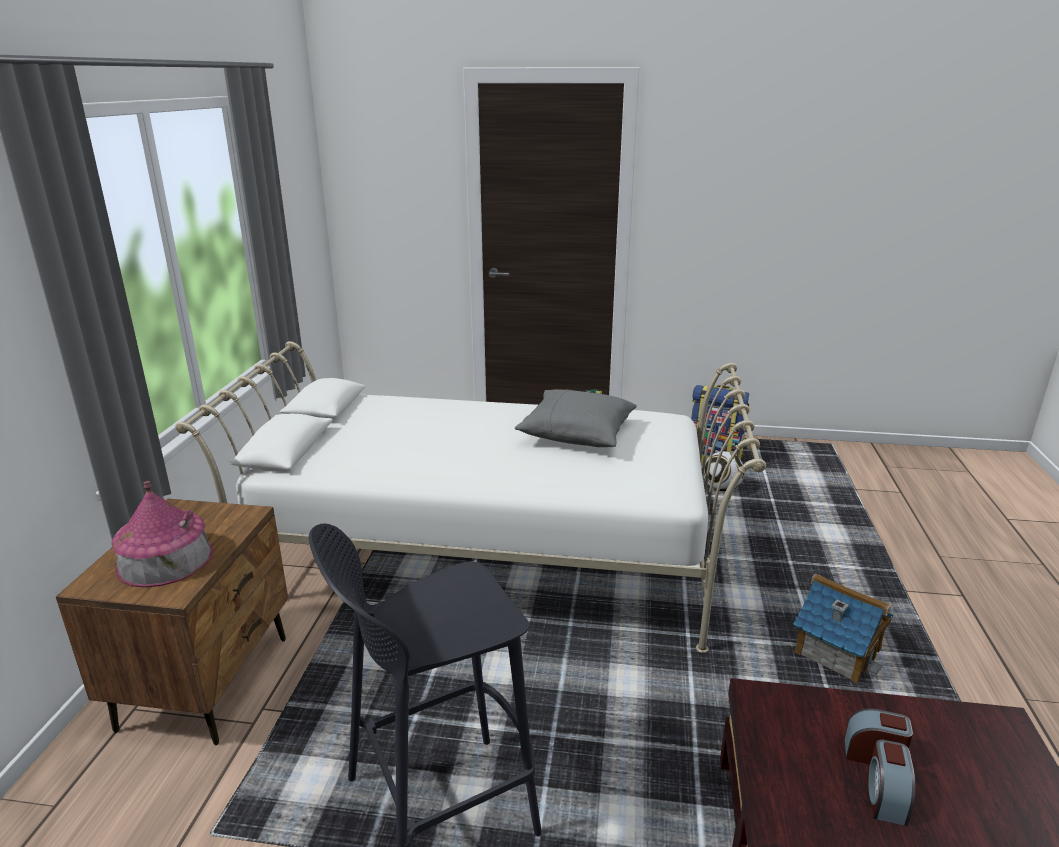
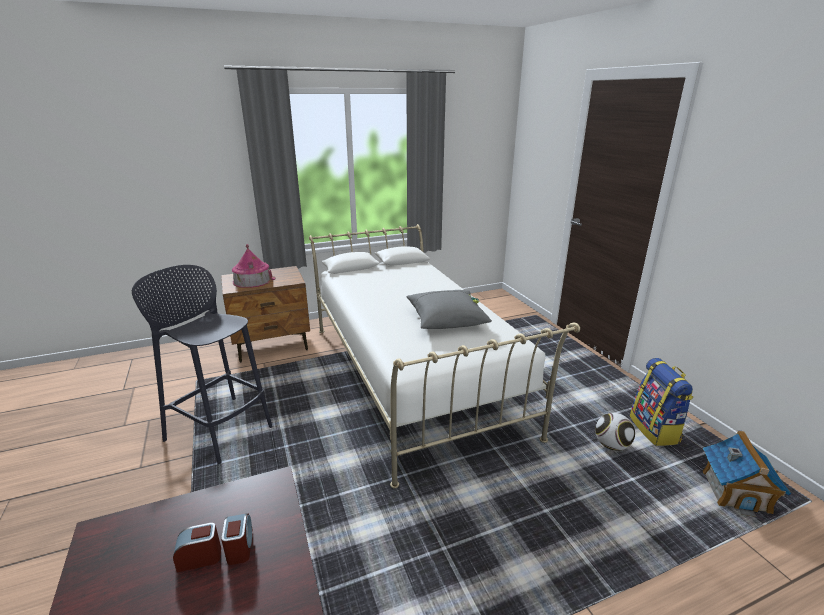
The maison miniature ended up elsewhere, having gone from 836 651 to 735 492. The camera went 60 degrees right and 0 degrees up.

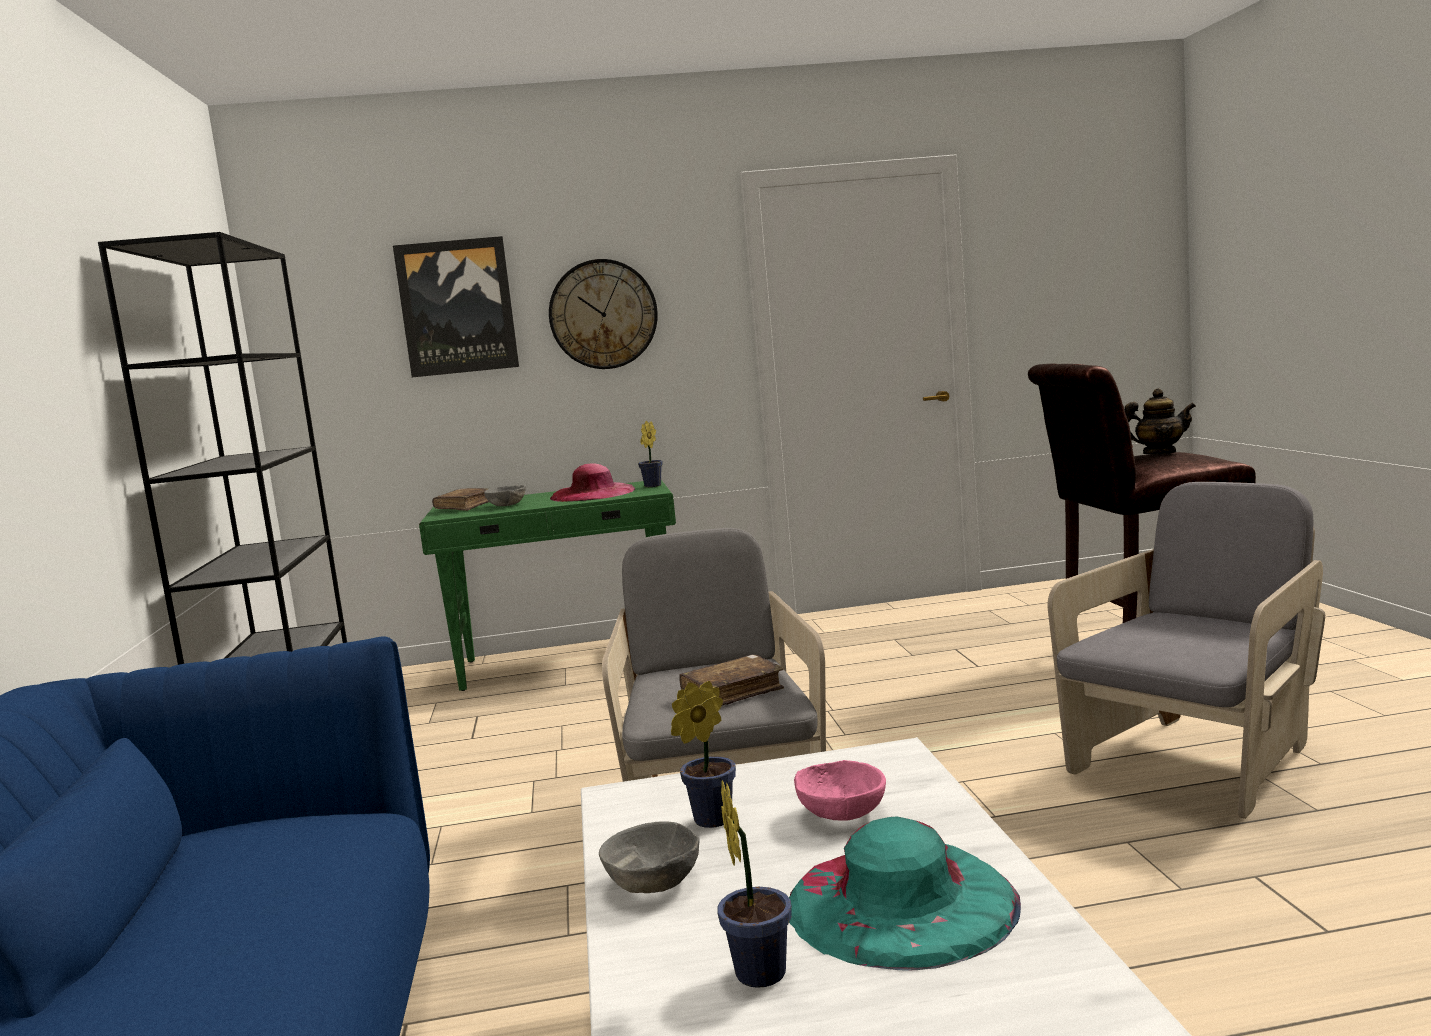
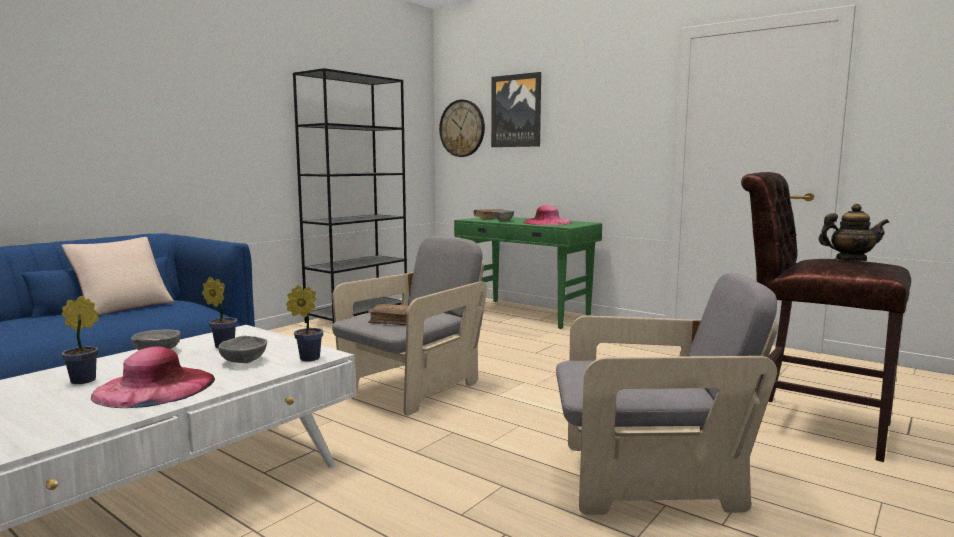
The second view gained the coussin [beige] at 123 306. The horloge murale ended up elsewhere, having gone from 603 314 to 462 128. The plante en pot ended up elsewhere, having gone from 651 486 to 307 358. What was the chapeau [turquoise] at 900 902 turned into the chapeau [rose] at 155 386. What was the bol [rose] at 841 814 turned into the bol [gris] at 244 361. The théière at 1159 453 ended up facing another way, 45 degrees counterclockwise from before. The camera went 45 degrees right and 0 degrees up.

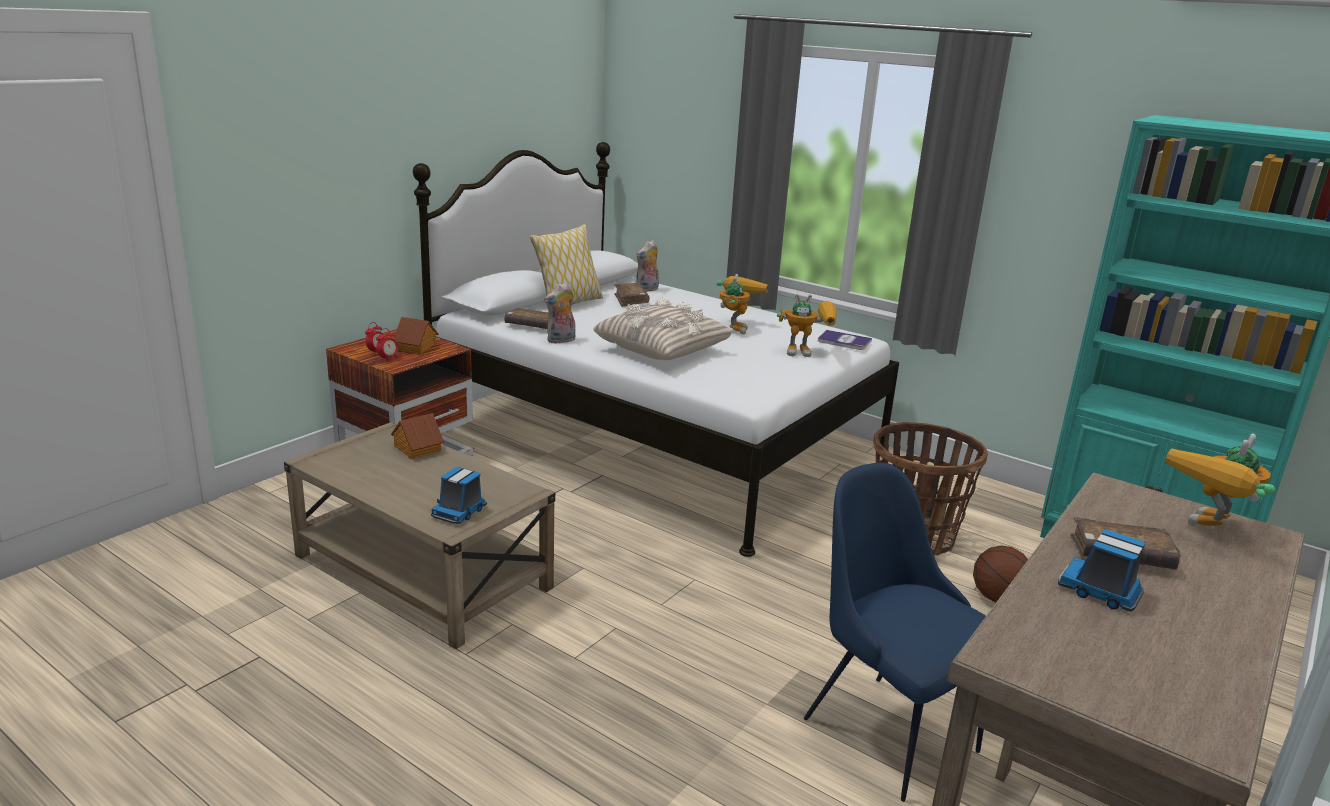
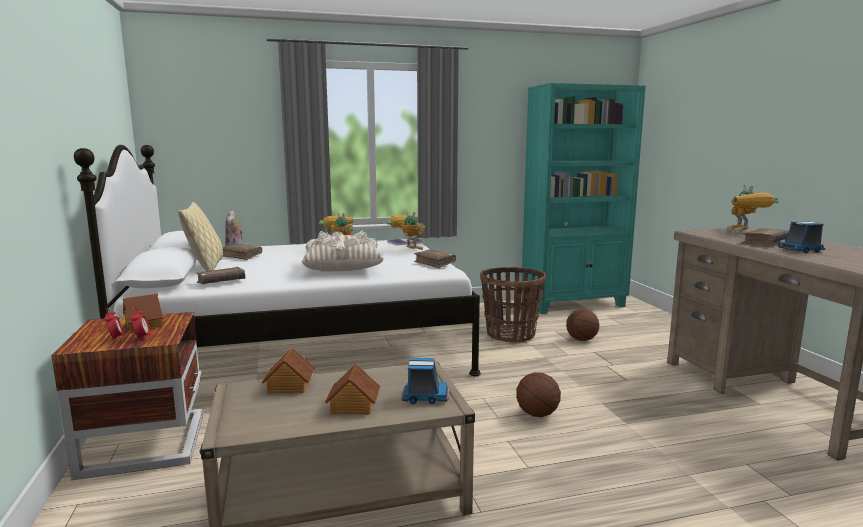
The second view lost the peluche at 561 340. The second view lost the chaise [bleu] at 887 734. The second view gained the maison miniature at 353 406. The second view gained the livre [marron] at 435 263. The second view gained the ballon de basket at 538 414. The camion jouet at 459 512 ended up facing another way, 60 degrees counterclockwise from before. The robot jouet at 807 352 ended up facing another way, 90 degrees counterclockwise from before. The camera went 50 degrees left and 10 degrees down.

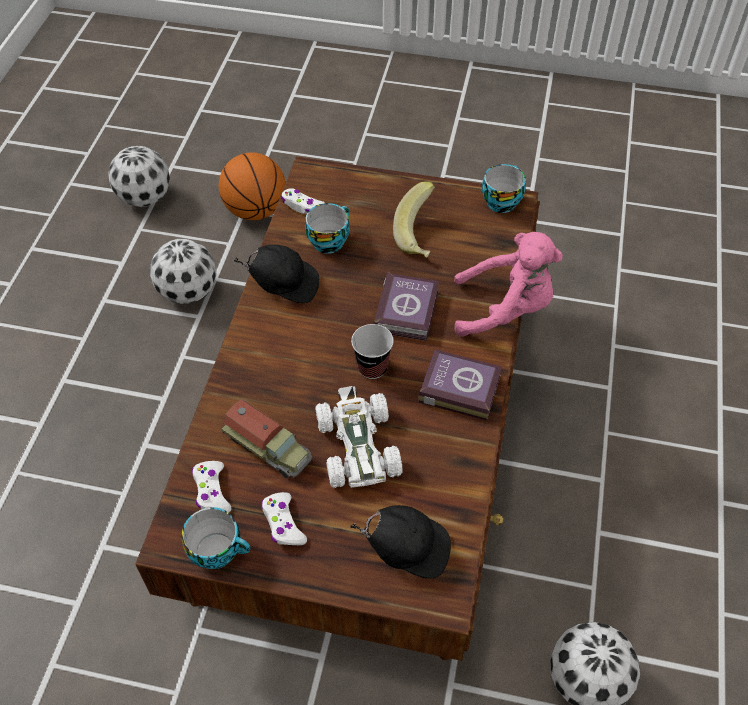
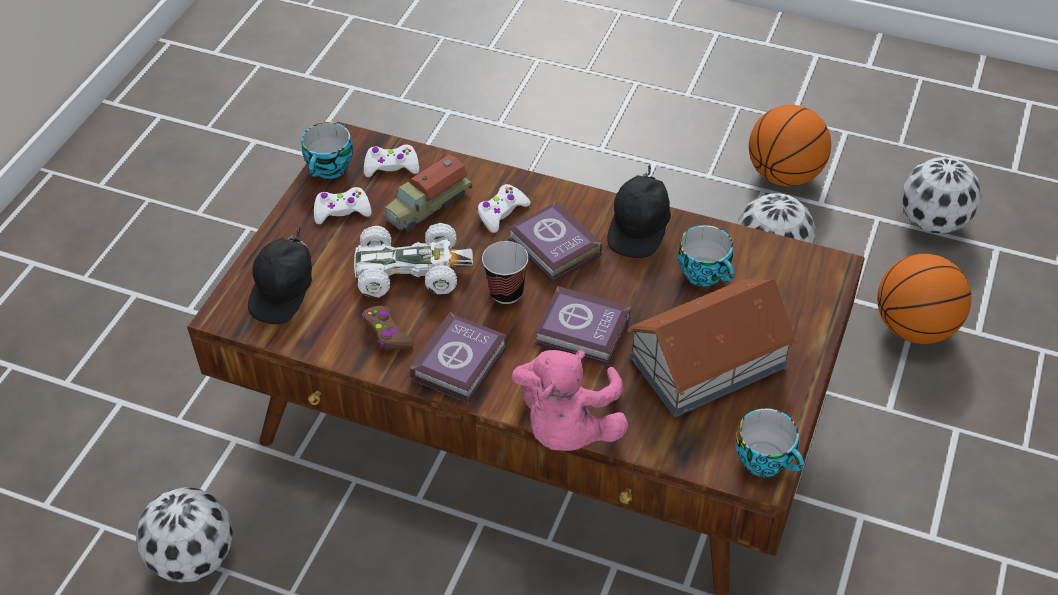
The second view gained the manette [marron] at 387 334. The second view gained the livre at 554 249. The second view gained the ballon de basket at 784 175. The manette [blanc] ended up elsewhere, having gone from 303 206 to 501 213. Where the banane stood at 420 235, the maison miniature came to stand at 706 362. The camera went 100 degrees right and 5 degrees down.

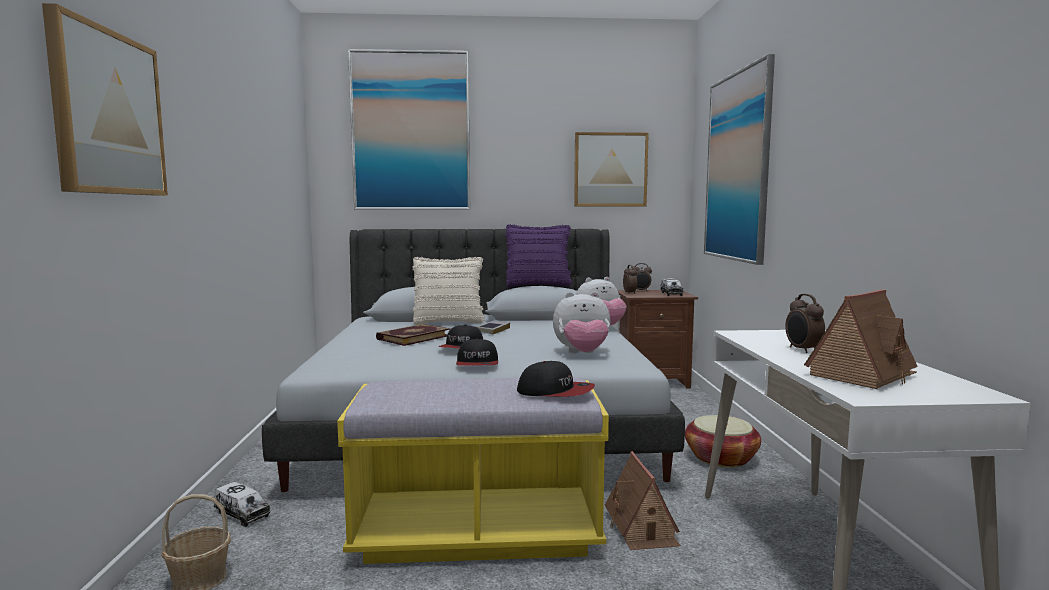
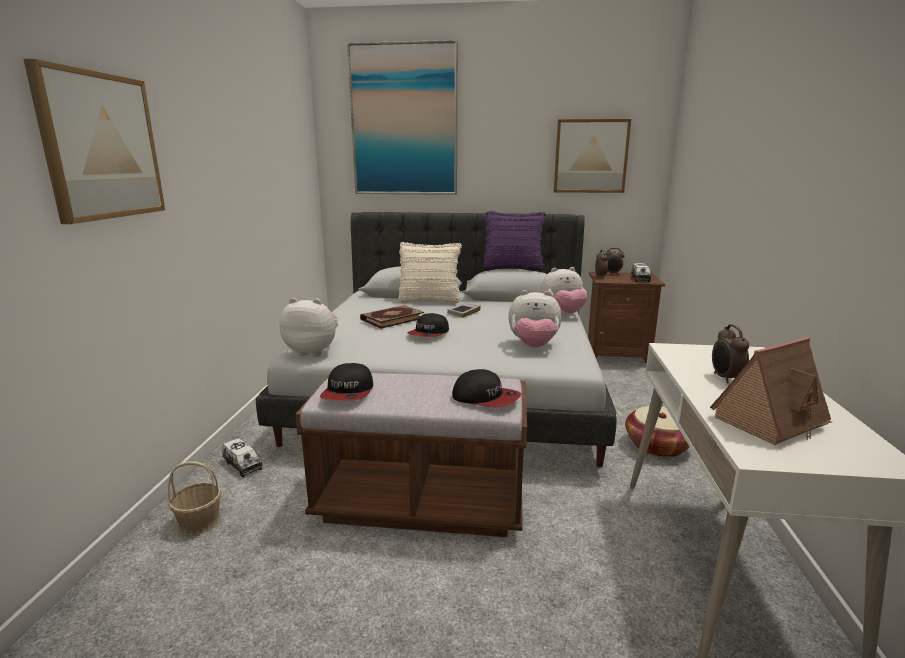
The second view lost the maison miniature at 641 527. The second view lost the tableau at 737 167. The second view gained the peluche at 313 351. The casquette ended up elsewhere, having gone from 477 364 to 348 392. What was the banc [jaune] at 477 533 turned into the banc [marron] at 420 503. The camera went 10 degrees right and 10 degrees up.

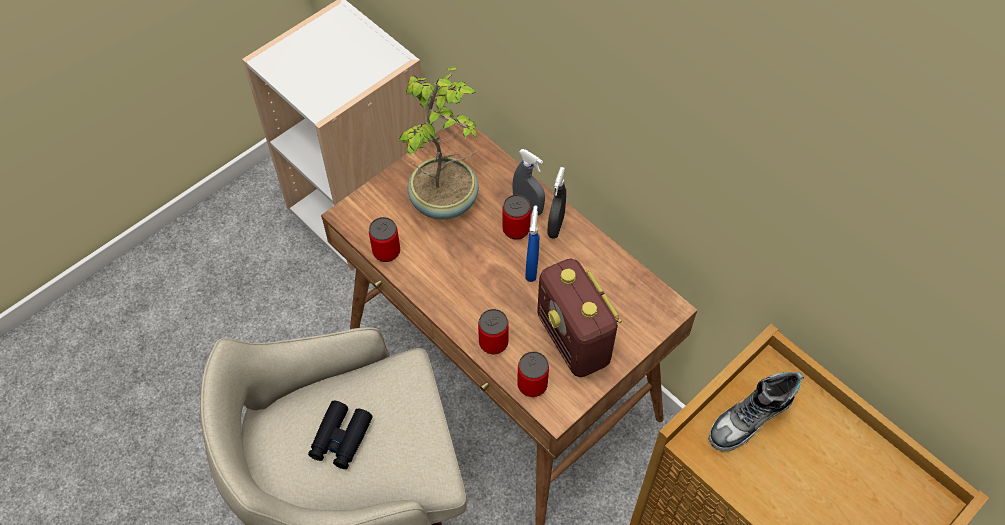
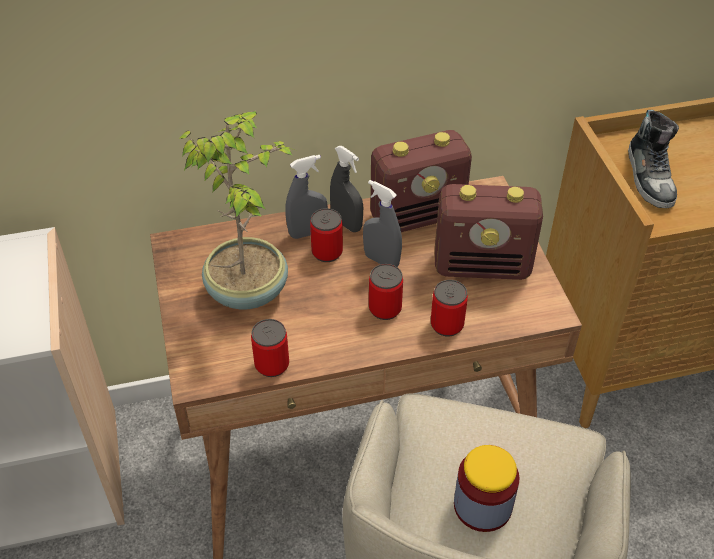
The second view gained the radio at 418 216. The boîte métallique ended up elsewhere, having gone from 532 385 to 385 309. Where the jumelles [noir] stood at 341 438, the bocal came to stand at 482 506. What was the vaporisateur [bleu] at 531 268 turned into the vaporisateur [gris] at 381 260. The camera went 60 degrees left and 10 degrees down.

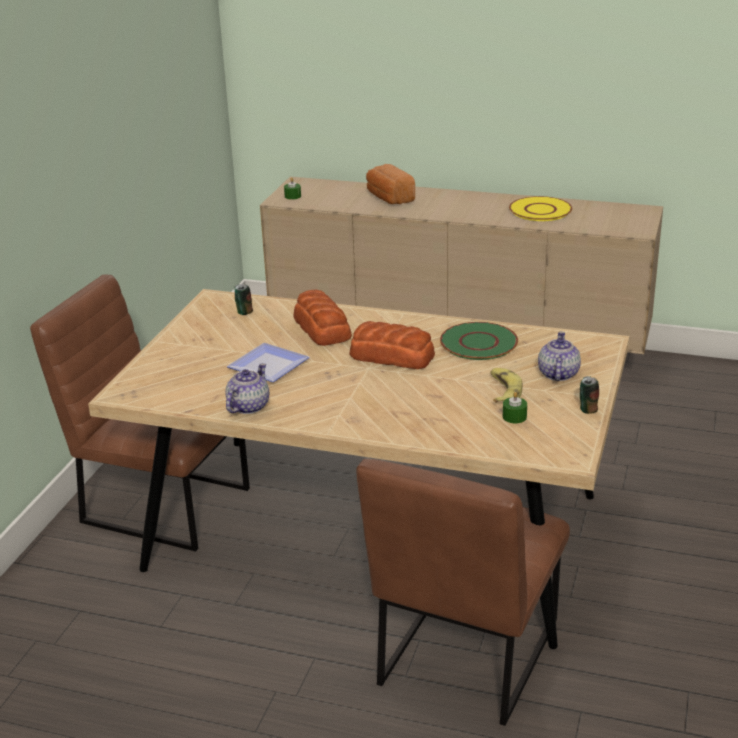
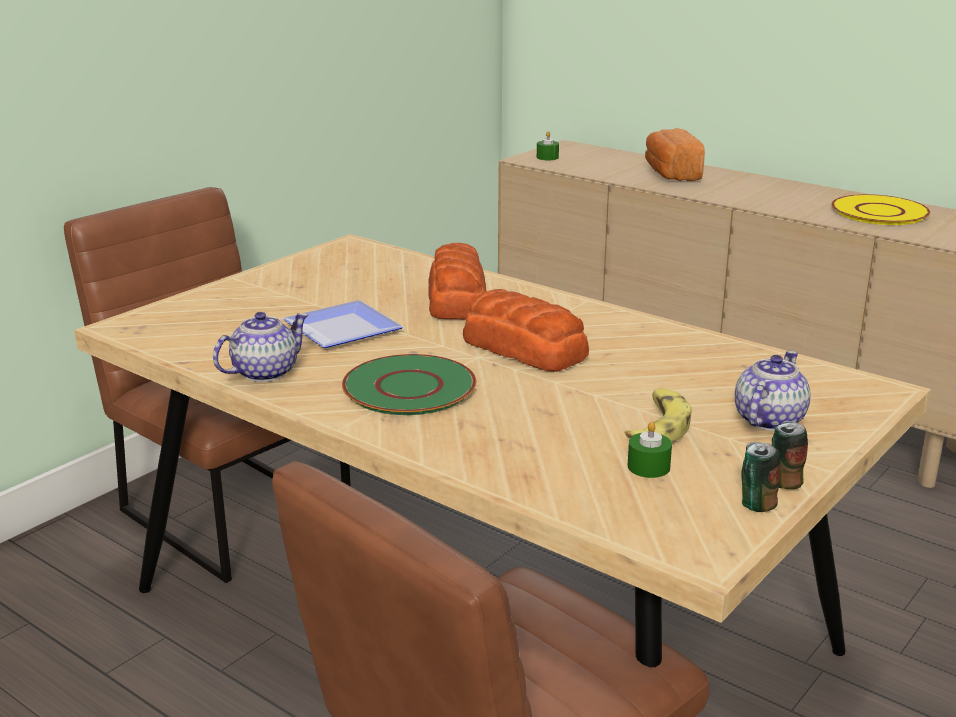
The boîte métallique ended up elsewhere, having gone from 244 312 to 756 504. The assiette [vert] ended up elsewhere, having gone from 478 342 to 408 387. The camera went 20 degrees right and 5 degrees down.

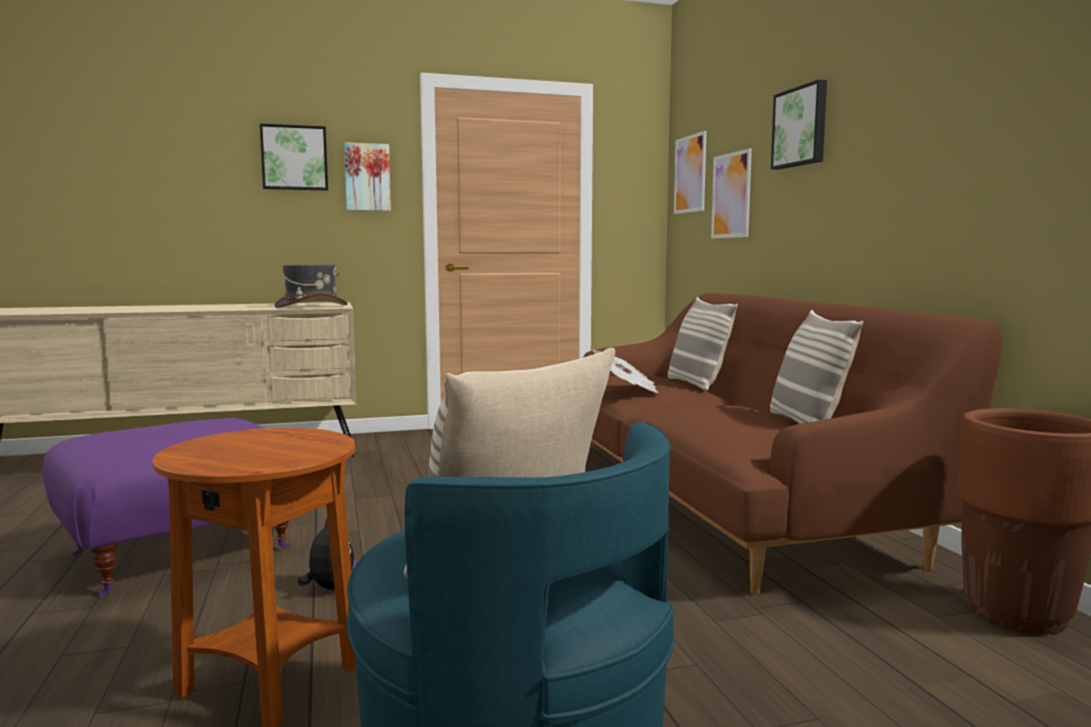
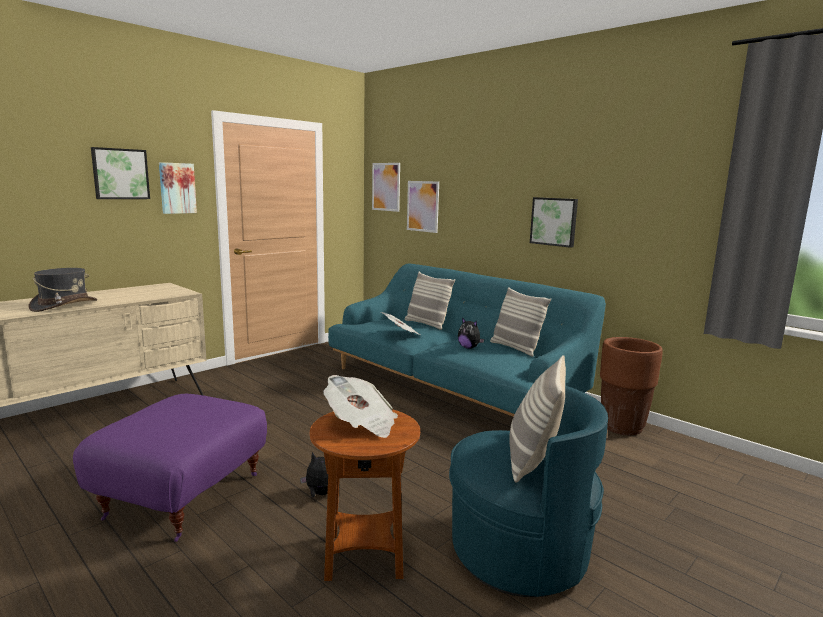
The second view gained the journal at 361 424. The second view gained the peluche at 469 348. The chapeau [gris] ended up elsewhere, having gone from 311 306 to 64 305. The tableau ended up elsewhere, having gone from 801 127 to 554 221. What was the canapé [marron] at 717 495 turned into the canapé [turquoise] at 452 387. The camera went 30 degrees left and 5 degrees up.

